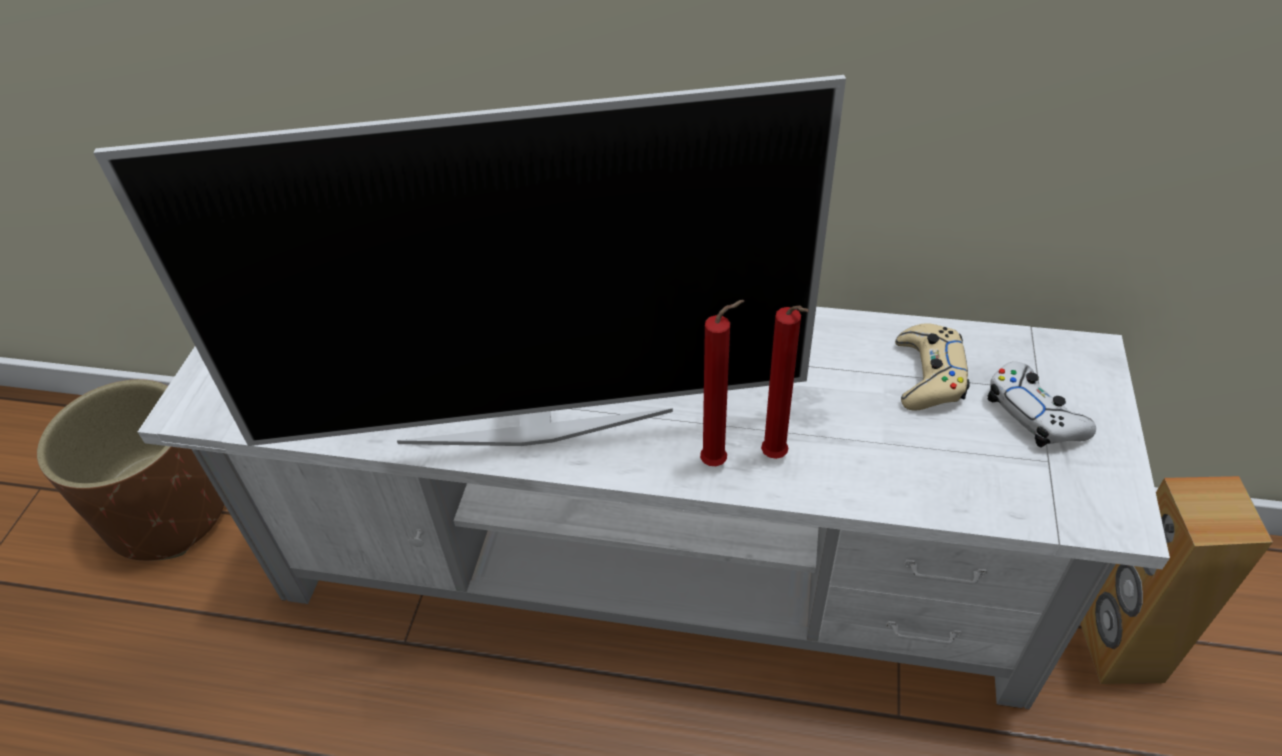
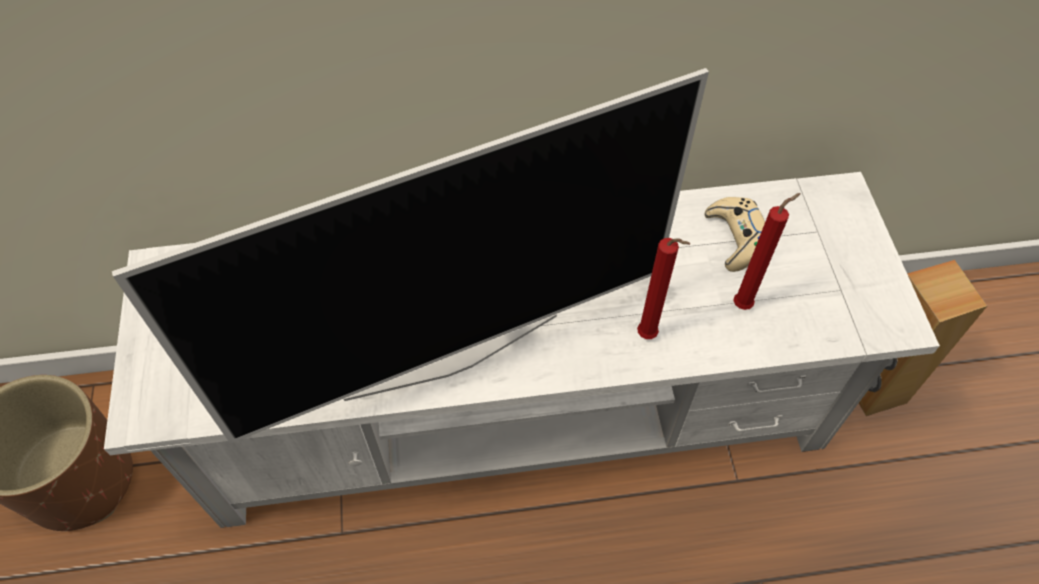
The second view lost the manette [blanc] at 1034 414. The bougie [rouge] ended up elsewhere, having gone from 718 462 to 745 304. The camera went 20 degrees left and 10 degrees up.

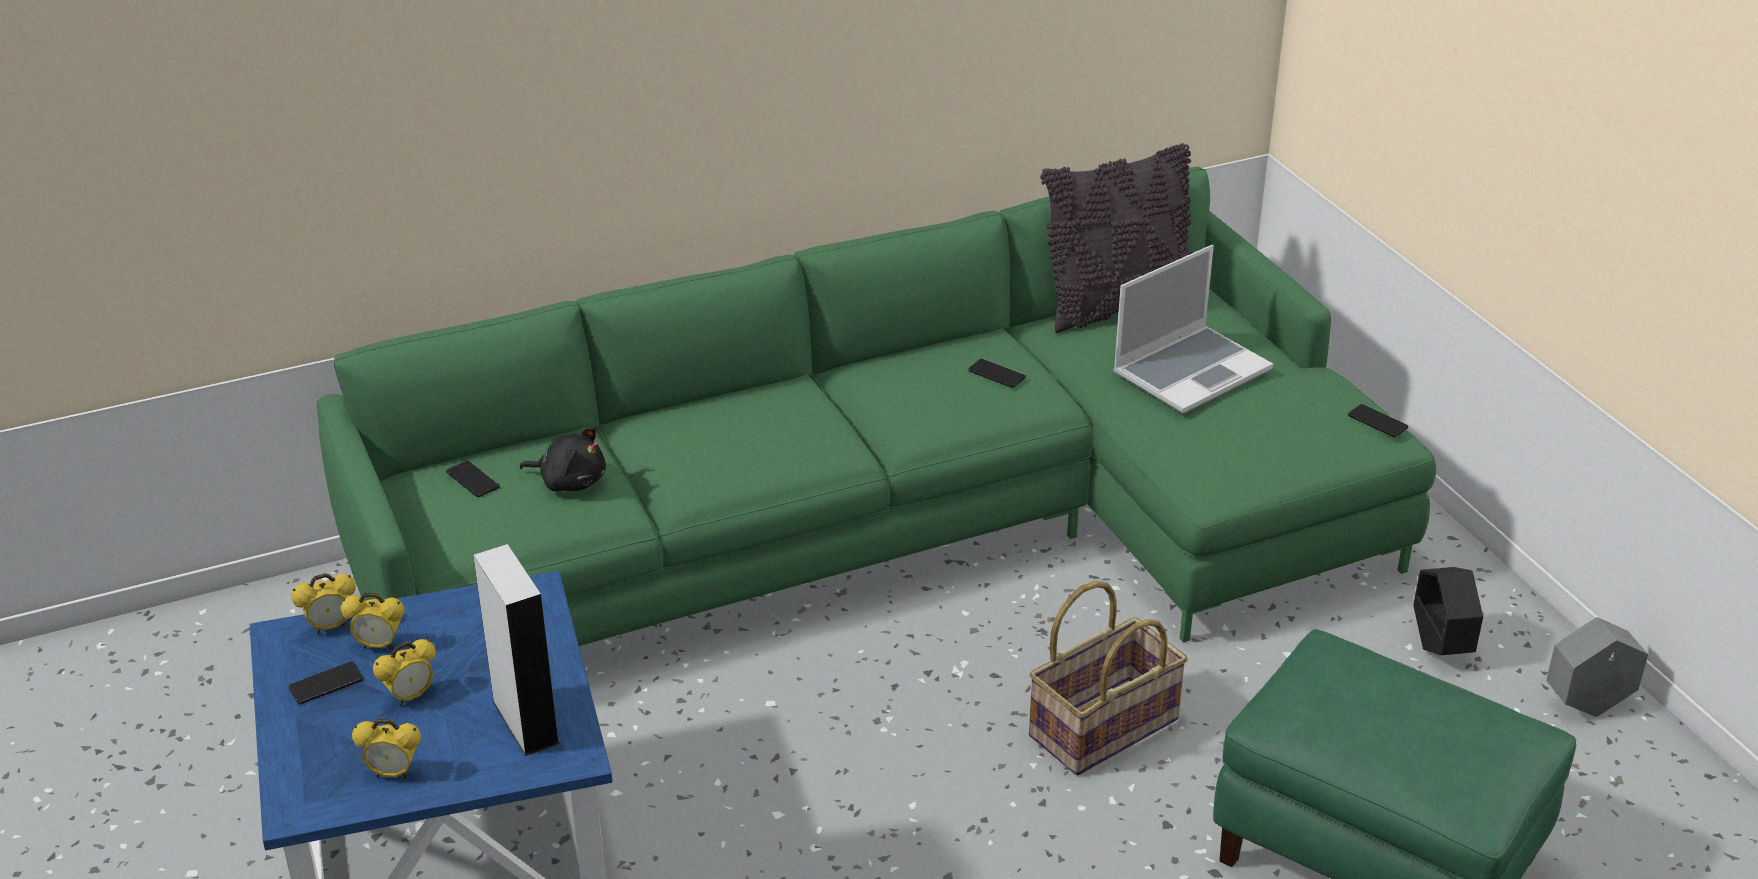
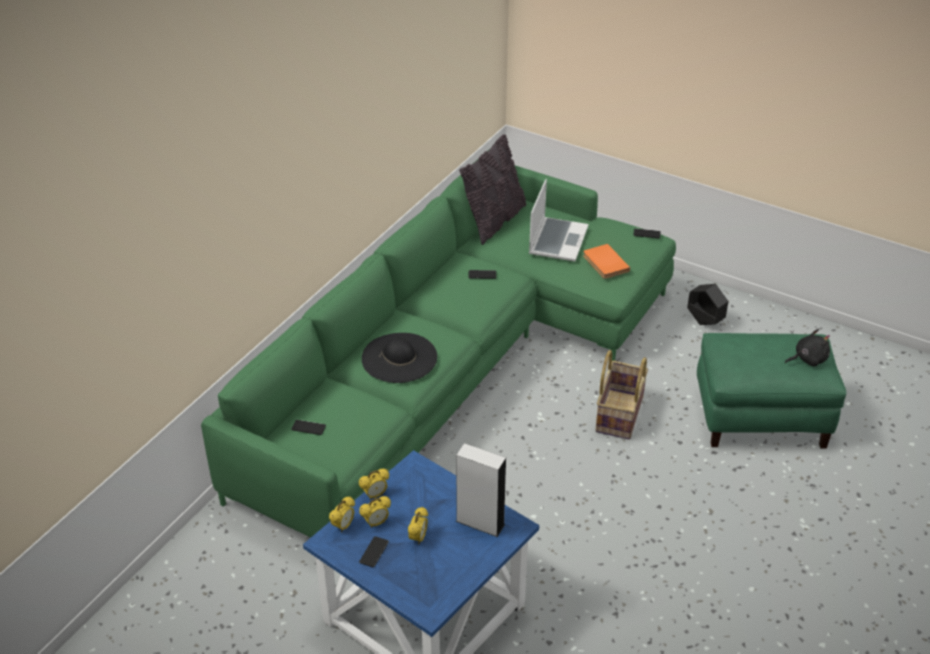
The second view lost the cache-pot [gris] at 1587 704. The second view gained the chapeau [noir] at 399 358. The second view gained the livre [orange] at 604 263. The réveil ended up elsewhere, having gone from 393 773 to 375 495. The peluche [noir] ended up elsewhere, having gone from 570 481 to 808 359. The camera went 35 degrees left and 5 degrees up.

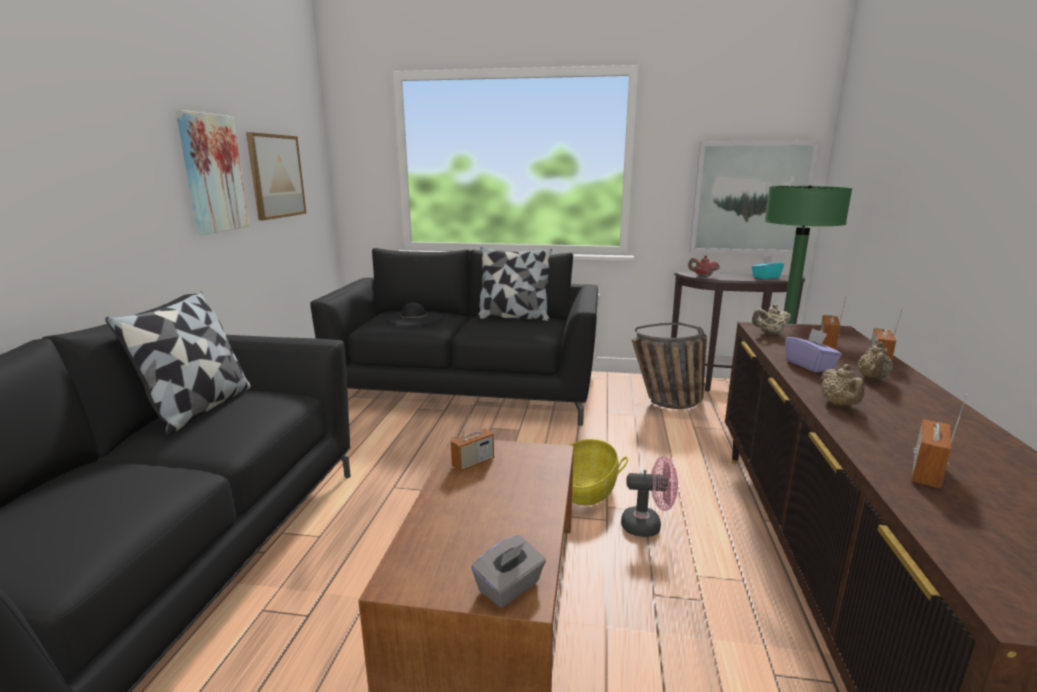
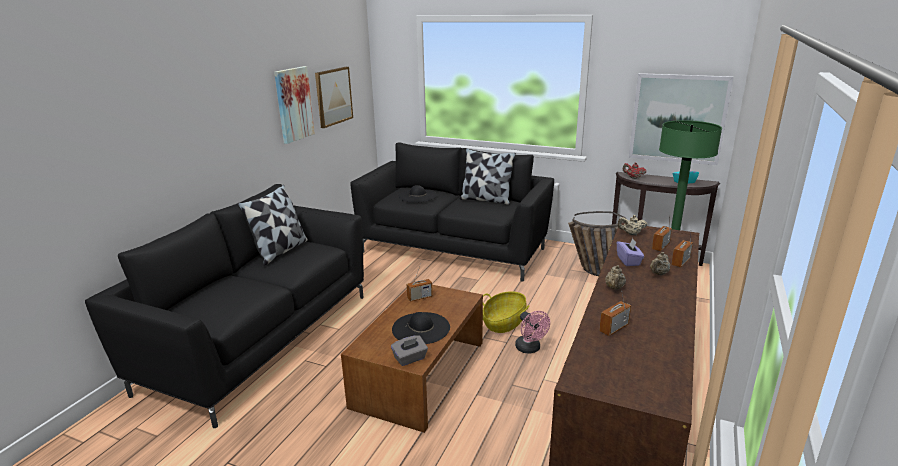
The second view gained the chapeau [noir] at 421 328. The ventilateur [rose] at 648 526 ended up facing another way, 45 degrees clockwise from before. The camera went 15 degrees right and 5 degrees up.

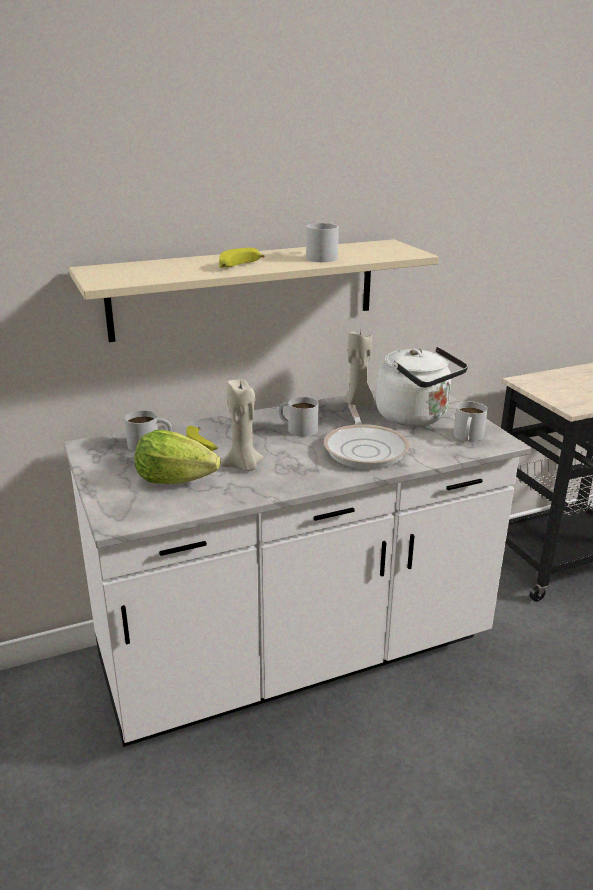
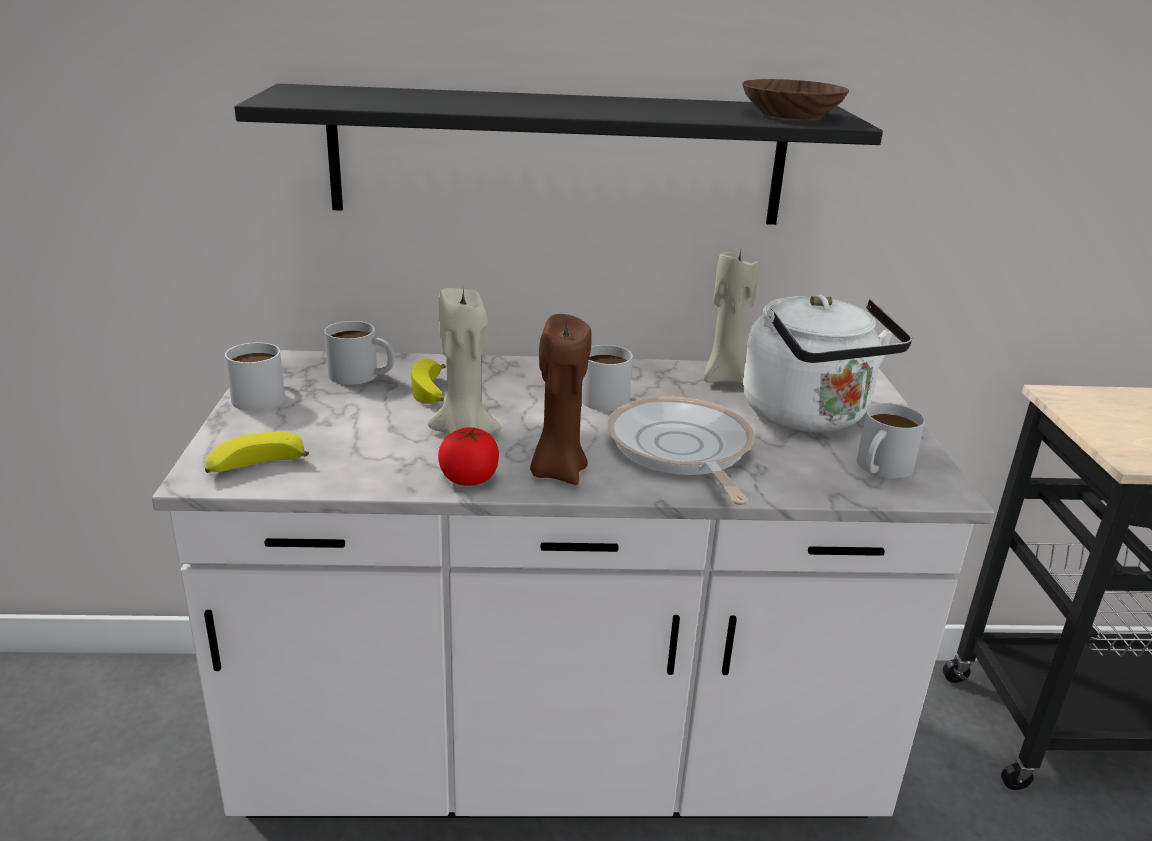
The second view lost the laitue at 174 479. The second view gained the tomate at 469 478. The second view gained the bougie [marron] at 558 472. The second view gained the bol [marron] at 791 114. The banane ended up elsewhere, having gone from 238 266 to 255 468. The mug [blanc] ended up elsewhere, having gone from 319 257 to 263 394. What was the étagère [beige] at 245 289 turned into the étagère [noir] at 558 157. The poêle at 365 449 ended up facing another way, 150 degrees clockwise from before. The camera went 20 degrees right and 0 degrees up.

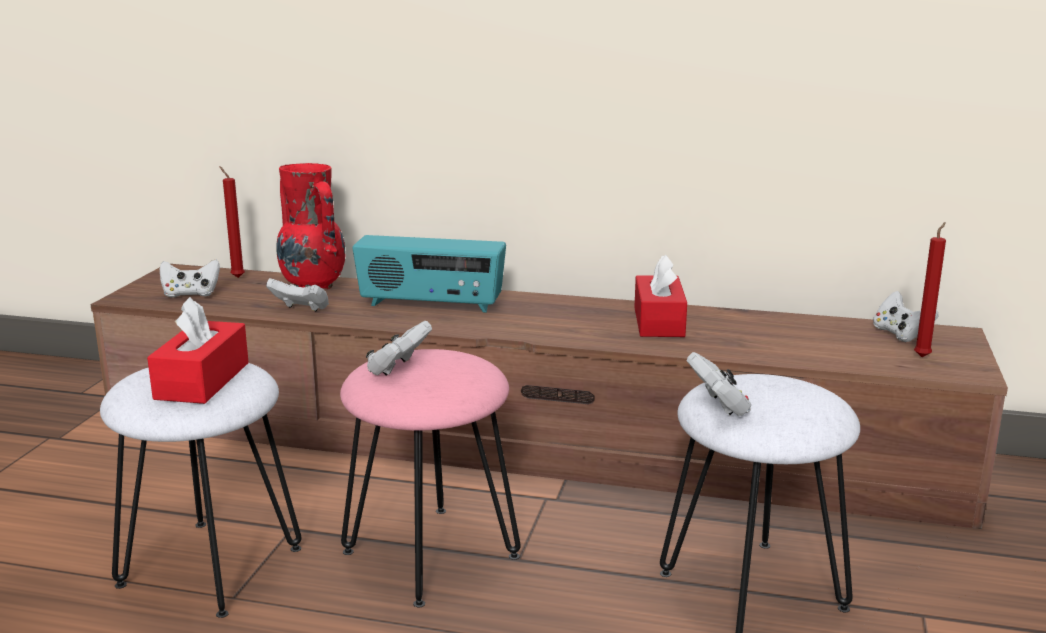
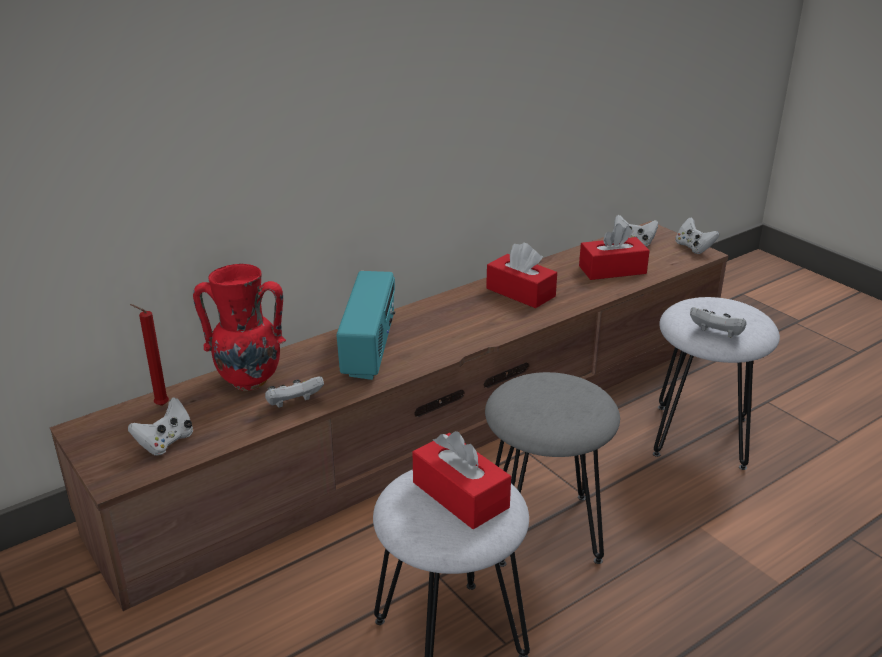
The second view lost the bougie [rouge] at 923 356. The second view gained the boîte à mouchoirs [rouge] at 612 270. The manette [blanc] ended up elsewhere, having gone from 398 369 to 693 248. What was the tabouret [rose] at 432 553 turned into the tabouret [gris] at 543 528. The radio at 431 305 ended up facing another way, 45 degrees counterclockwise from before. The camera went 50 degrees left and 10 degrees up.

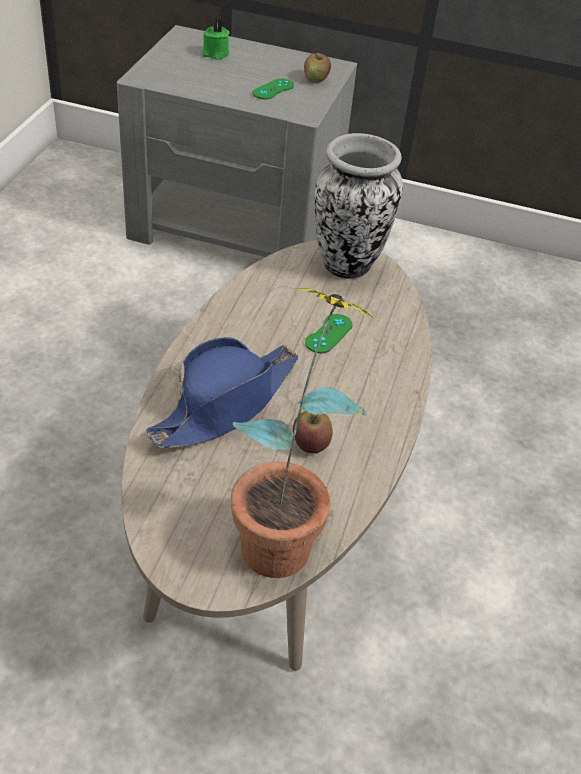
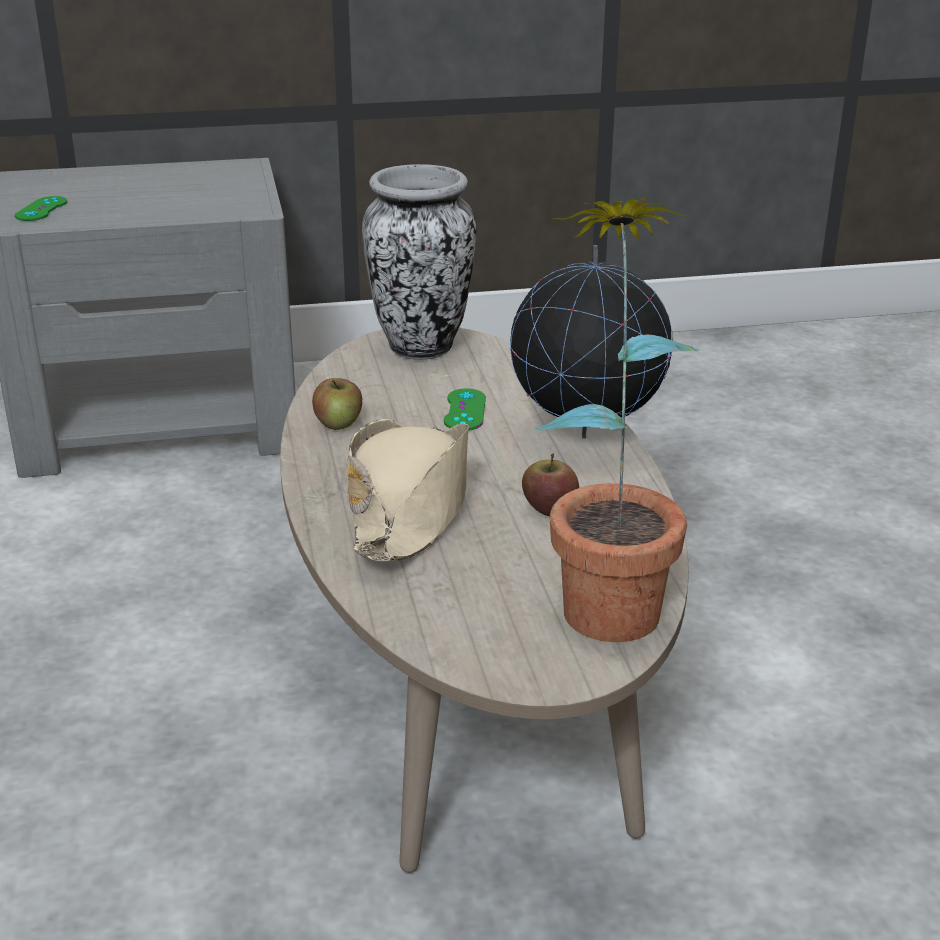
The second view lost the bougie [vert] at 215 54. The second view gained the globe at 586 436. The manette [vert] ended up elsewhere, having gone from 273 89 to 41 209. The pomme ended up elsewhere, having gone from 316 79 to 338 423. What was the chapeau [bleu] at 226 403 turned into the chapeau [beige] at 411 507. The camera went 25 degrees left and 15 degrees down.

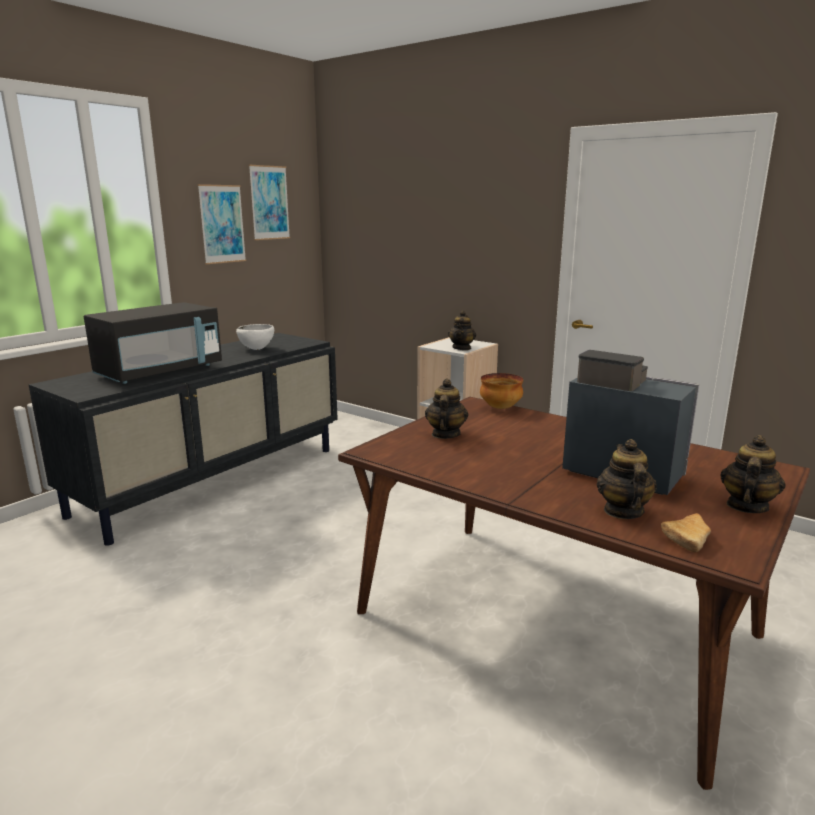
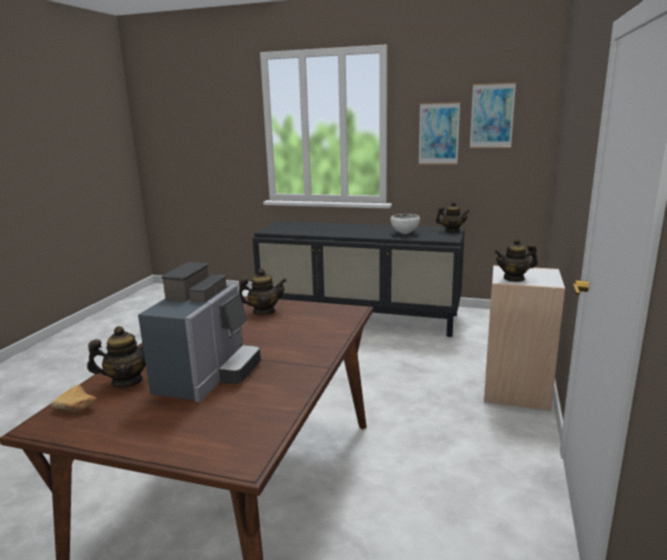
The second view lost the micro-ondes [noir] at 160 372. The second view lost the bol at 500 408. The théière ended up elsewhere, having gone from 746 506 to 452 231. The camera went 70 degrees right and 0 degrees up.

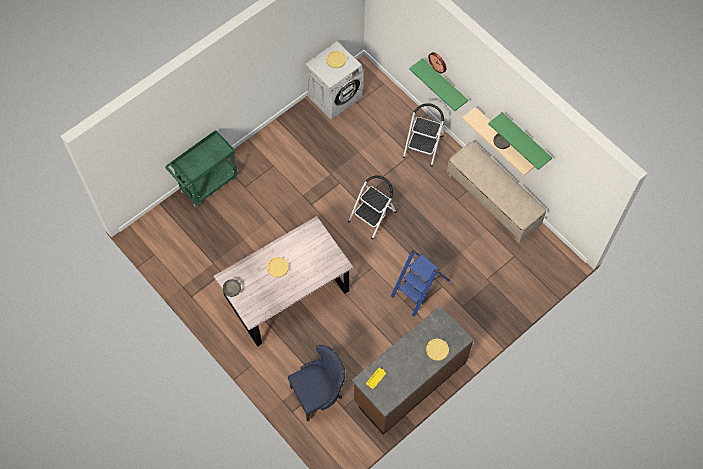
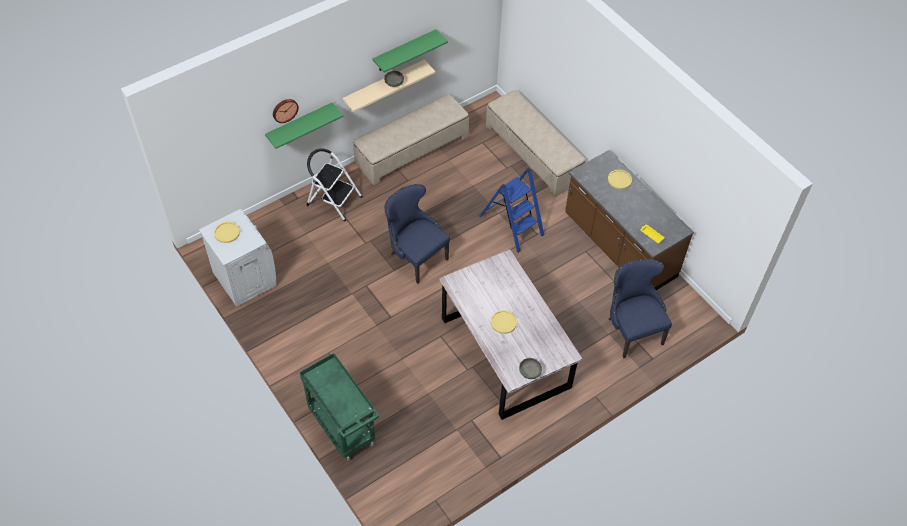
The second view gained the banc [beige] at 533 153. Where the escabeau stood at 373 216, the chaise [bleu] came to stand at 416 257. The camera went 85 degrees left and 10 degrees down.

